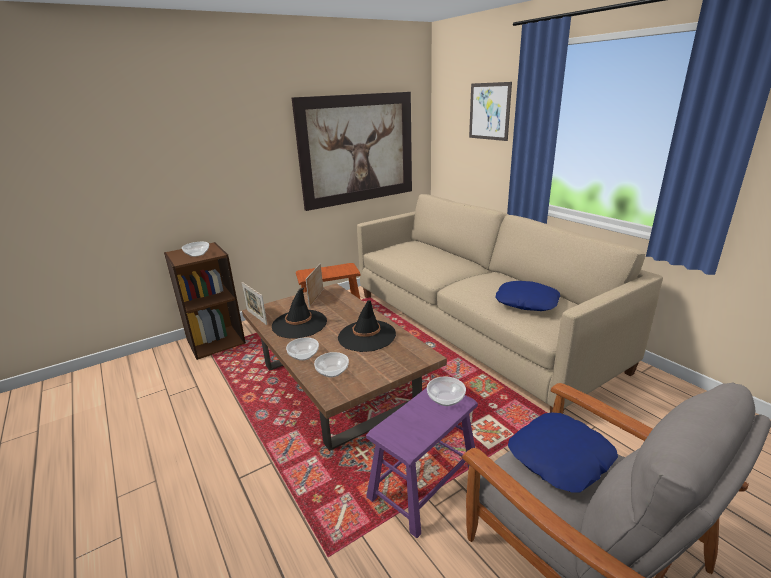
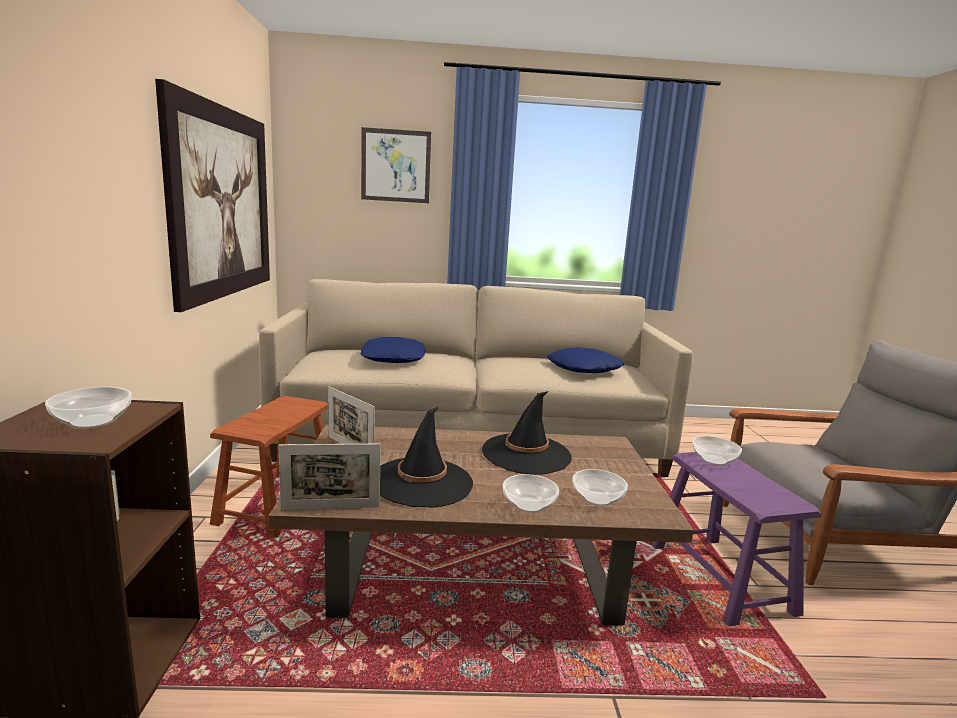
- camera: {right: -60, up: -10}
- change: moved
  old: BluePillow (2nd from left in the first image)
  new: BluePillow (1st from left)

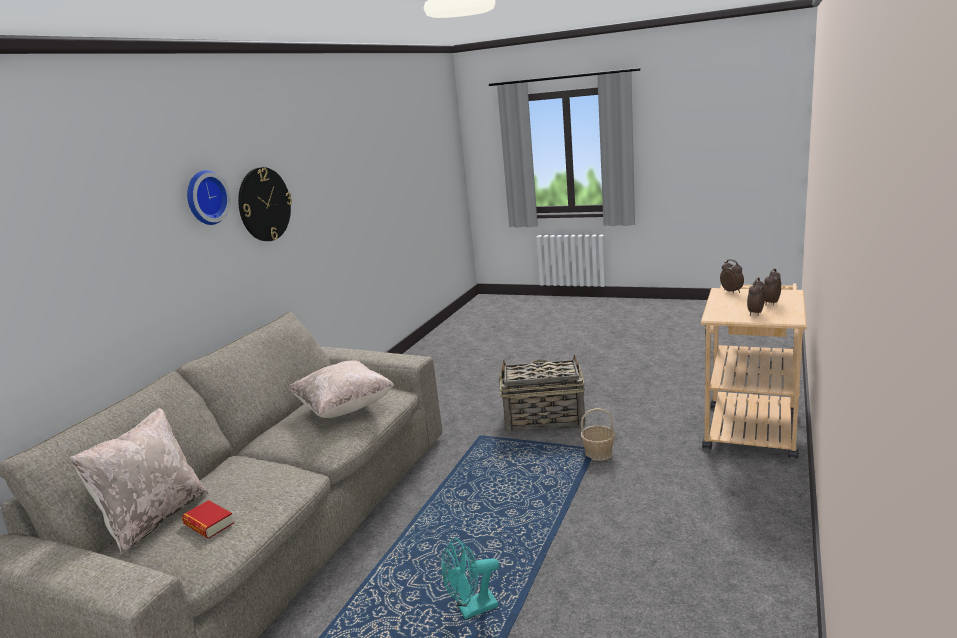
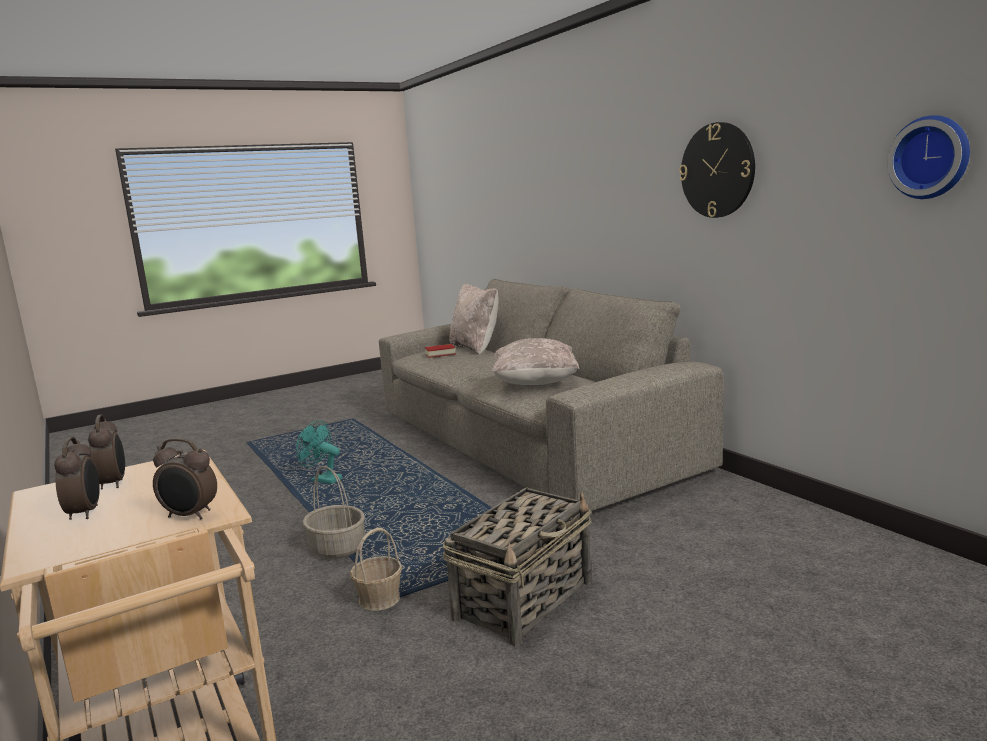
- camera: {right: 125, up: -5}
- change: turned
  old: TurquoiseFan
  degrees: -75
- change: added
  new: Basket (1st from left)
- change: moved
  old: WallClock (1st from left in the first image)
  new: WallClock (2nd from left)

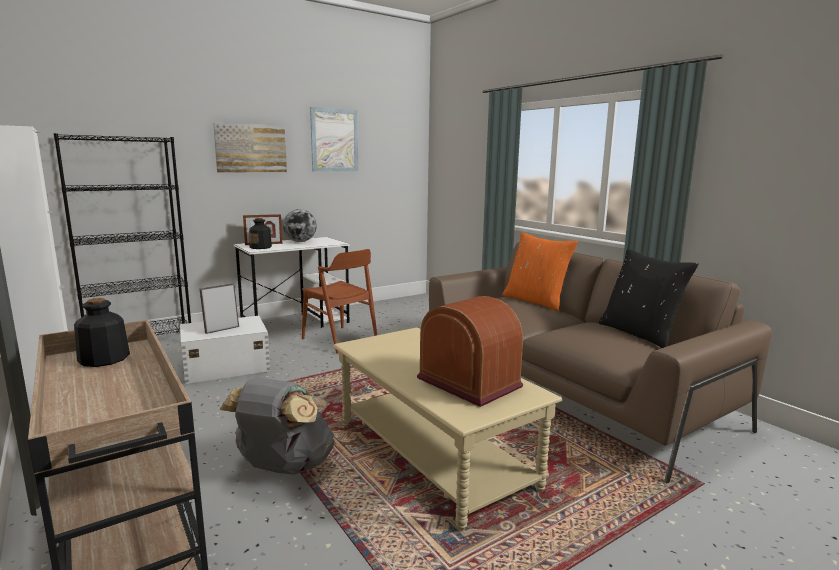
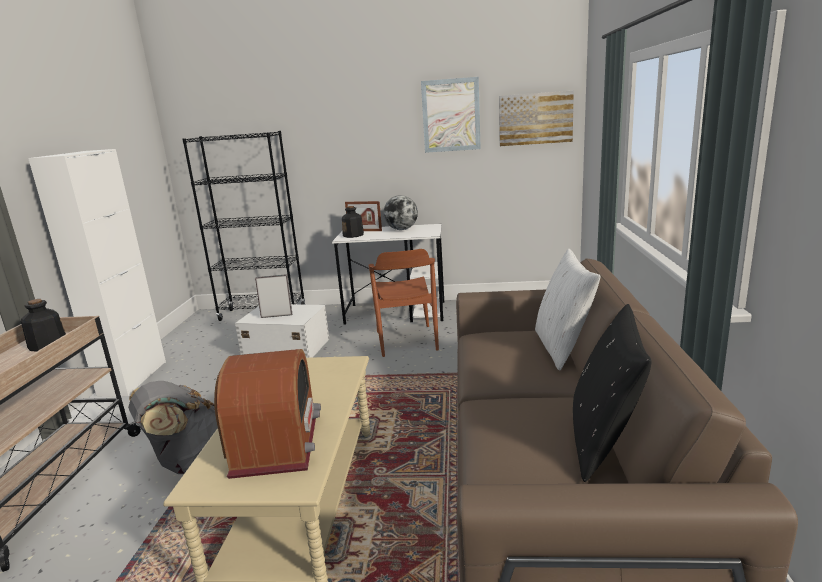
- camera: {right: 40, up: 5}
- change: moved
  old: Picture (1st from left in the first image)
  new: Picture (2nd from left)
- change: recoloured
  old: OrangePillow
  new: WhitePillow

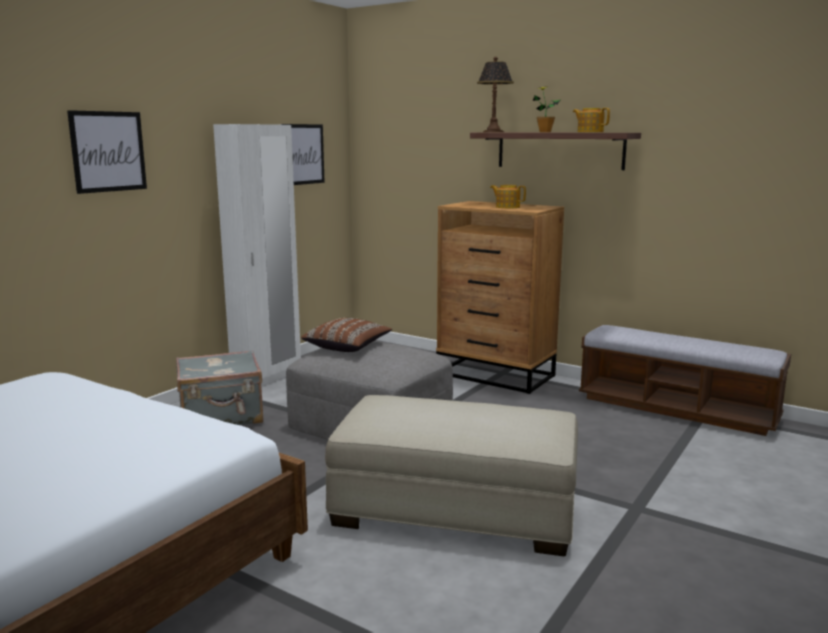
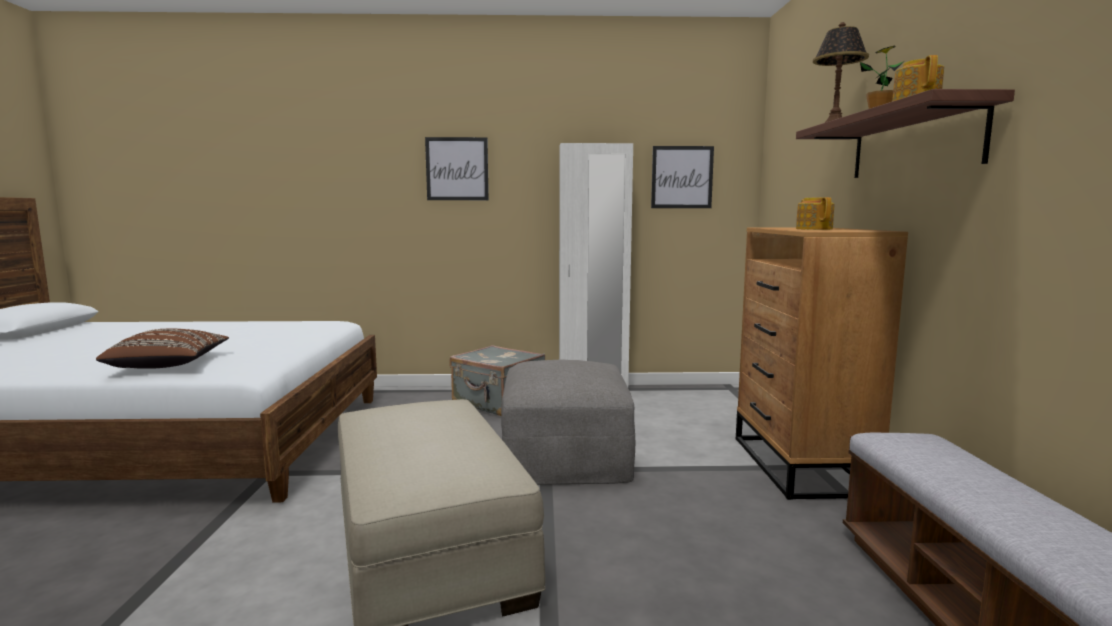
- camera: {right: 55, up: -5}
- change: moved
  old: BrownPillow

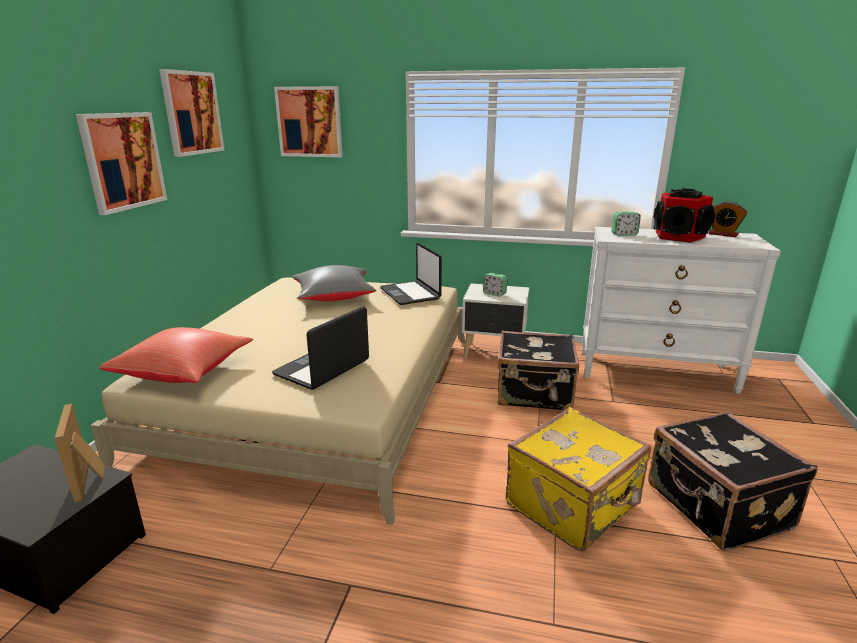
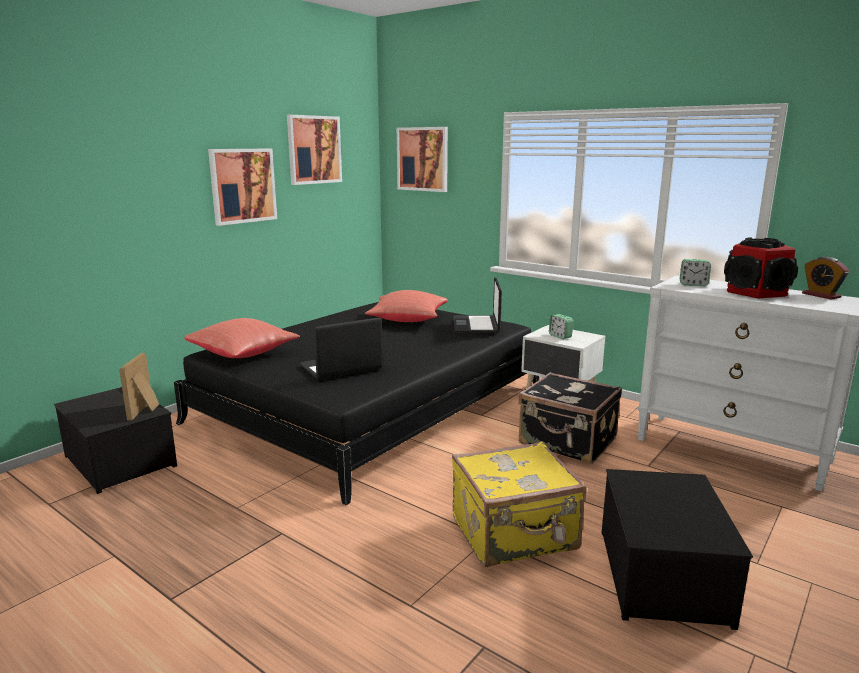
- camera: {right: 25, up: -5}
- change: recoloured
  old: BeigeBed
  new: BlackBed
- change: recoloured
  old: GreyPillow
  new: RedPillow (2nd from left)
- change: replaced
  old: BlackSuitcase (2nd from left)
  new: StorageBox (2nd from left)

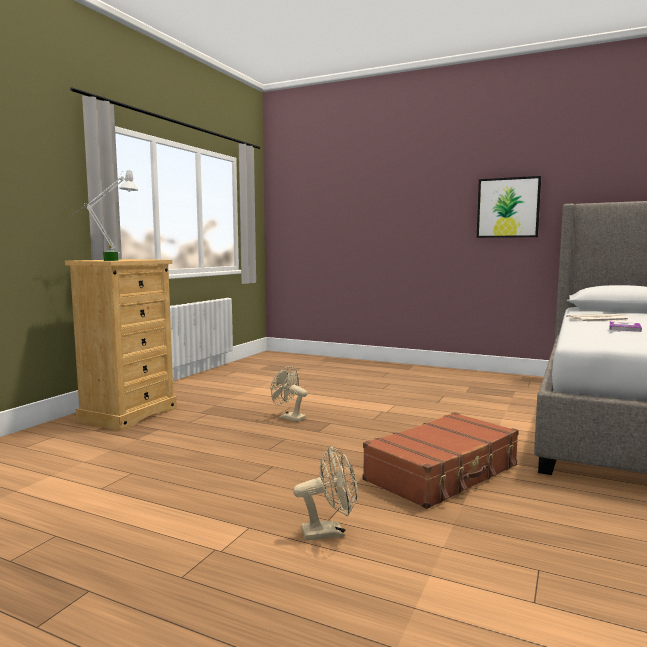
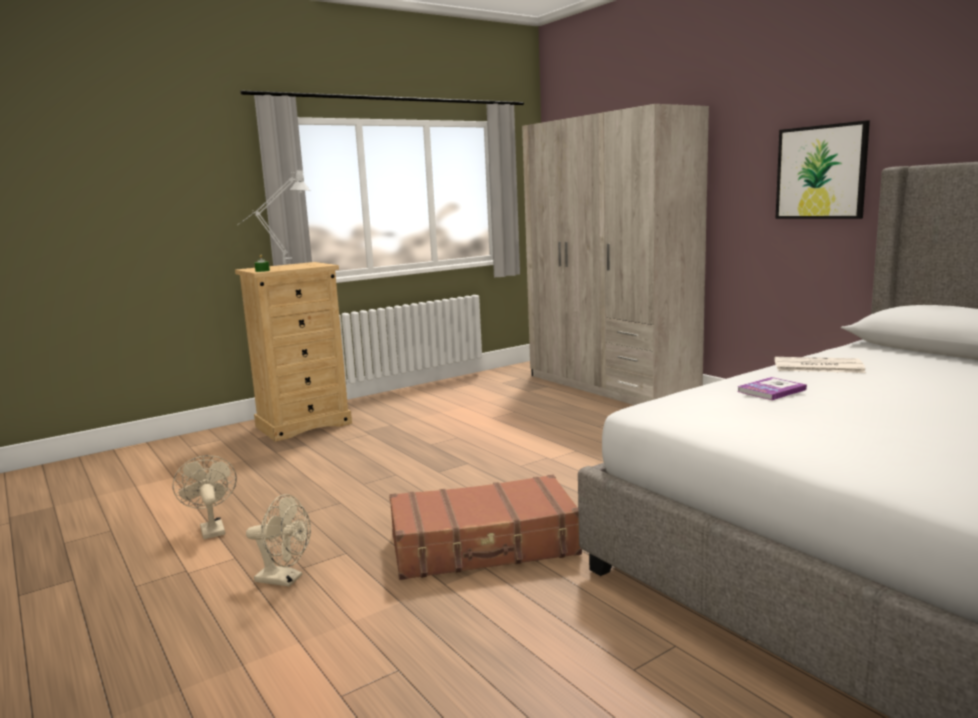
- camera: {right: 30, up: 5}
- change: moved
  old: BeigeFan (1st from left)
- change: added
  new: BeigeWardrobe

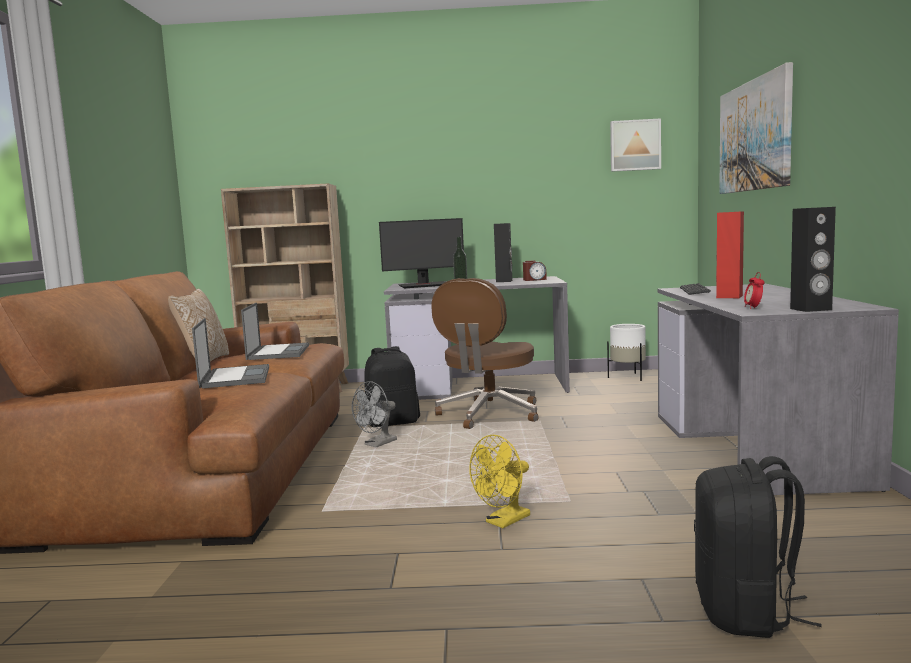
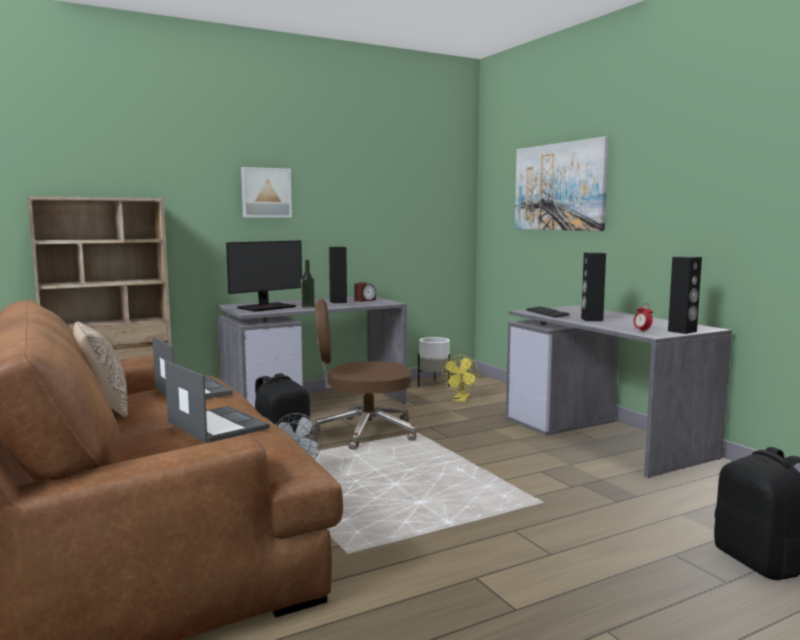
- camera: {right: -30, up: 0}
- change: moved
  old: Picture (1st from left)
- change: turned
  old: BrownOfficeChair
  degrees: 90
- change: moved
  old: YellowFan
- change: recoloured
  old: RedSpeaker
  new: BlackSpeaker (2nd from left)

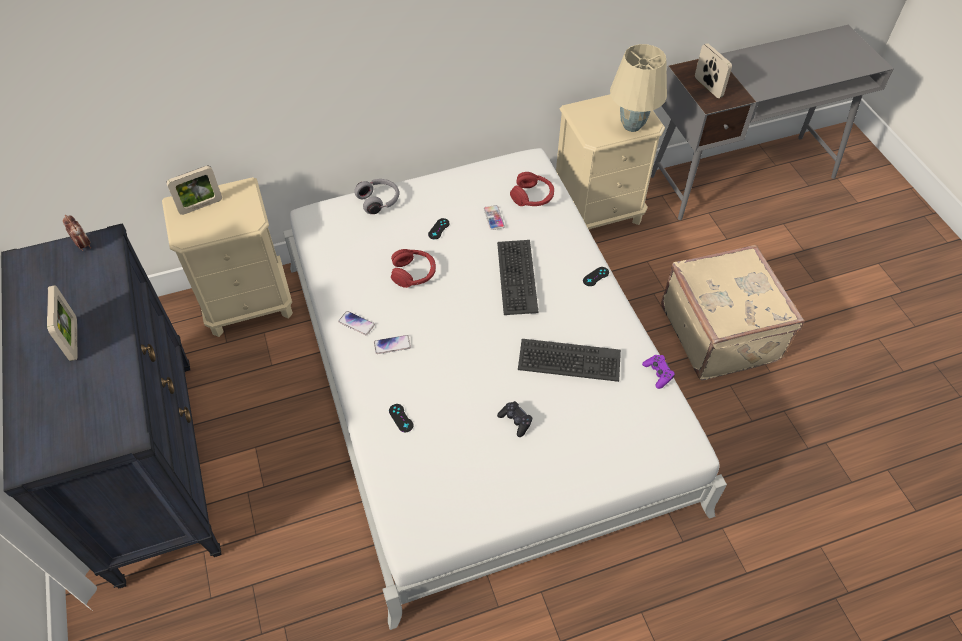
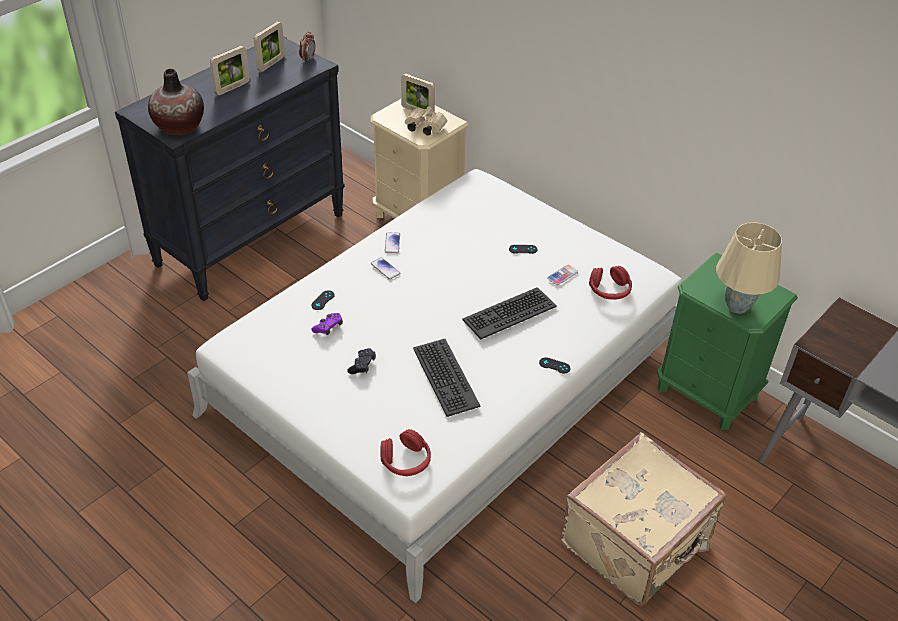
- camera: {right: 60, up: -10}
- change: added
  new: Vase
- change: moved
  old: PictureFrame (3rd from left in the first image)
  new: PictureFrame (2nd from left)
- change: moved
  old: PurpleGameController
- change: moved
  old: RedHeadphones (1st from left)
- change: added
  new: BeigeBinoculars
- change: recoloured
  old: BeigeNightstand (2nd from left)
  new: GreenNightstand
- change: removed
  old: GreyHeadphones

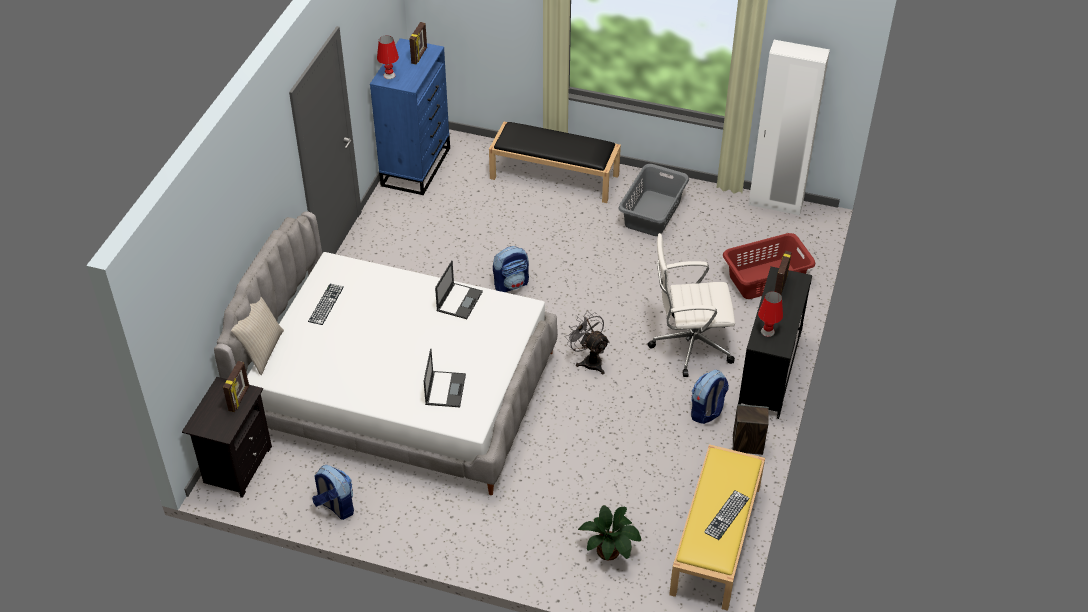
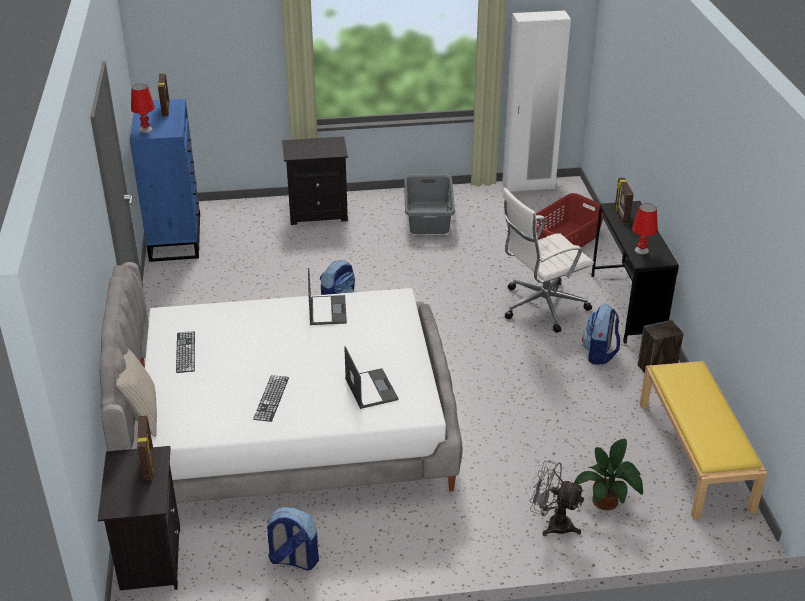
- camera: {right: -25, up: -10}
- change: moved
  old: Keyboard (2nd from left)
- change: replaced
  old: BlackBench
  new: BlackNightstand (2nd from left)
- change: moved
  old: GreyFan

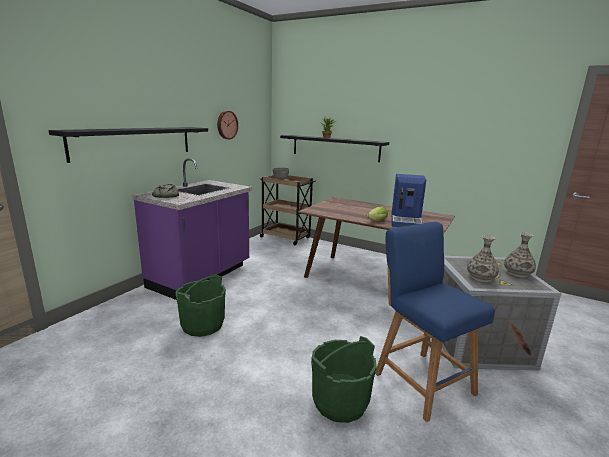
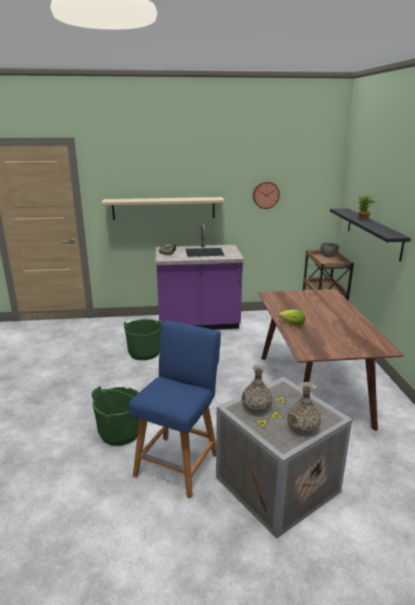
- camera: {right: 55, up: 5}
- change: recoloured
  old: BlackShelf (1st from left)
  new: BeigeShelf
- change: removed
  old: CoffeeMachine

